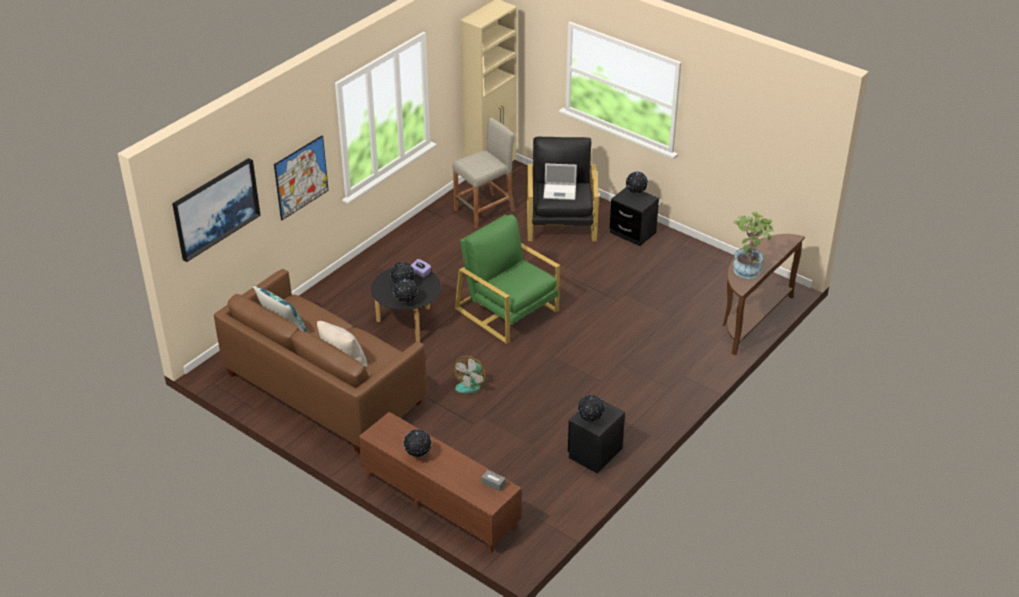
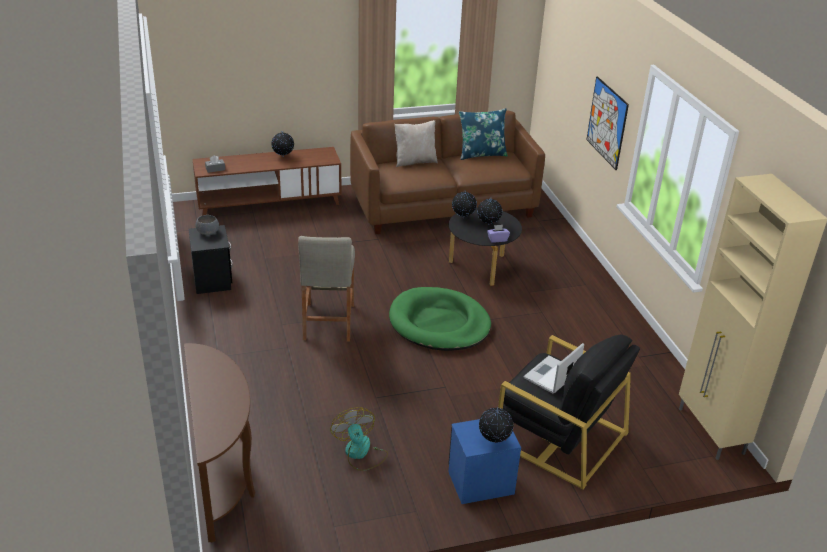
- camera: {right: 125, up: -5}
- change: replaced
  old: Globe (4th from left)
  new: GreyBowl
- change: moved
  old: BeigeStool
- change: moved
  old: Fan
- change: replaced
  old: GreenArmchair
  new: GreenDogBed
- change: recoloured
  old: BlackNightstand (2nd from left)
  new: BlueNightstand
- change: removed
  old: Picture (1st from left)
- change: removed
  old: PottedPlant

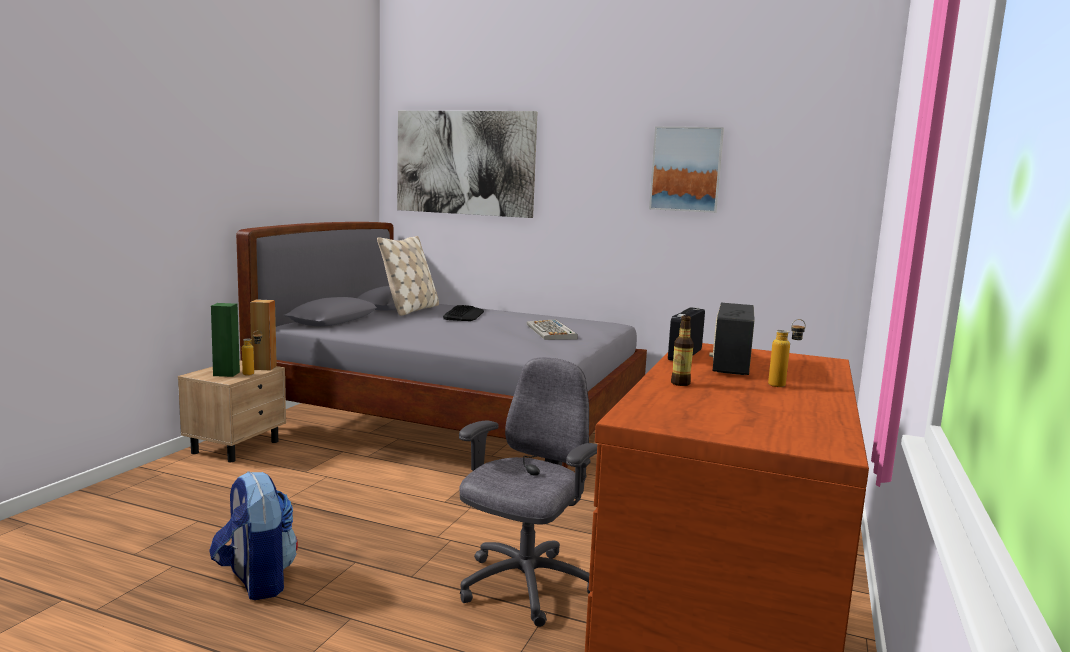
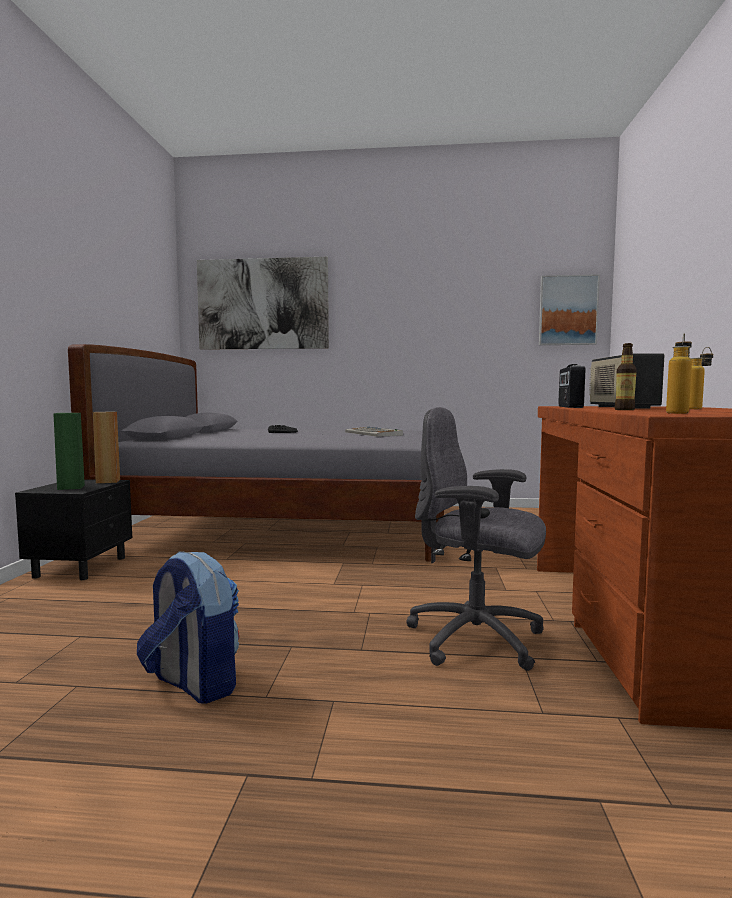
- camera: {right: -15, up: -5}
- change: recoloured
  old: BeigeNightstand
  new: BlackNightstand
- change: turned
  old: GreyOfficeChair
  degrees: -75
- change: moved
  old: Picture (2nd from left)
- change: moved
  old: Bottle (1st from left in the first image)
  new: Bottle (2nd from left)
- change: removed
  old: BeigePillow

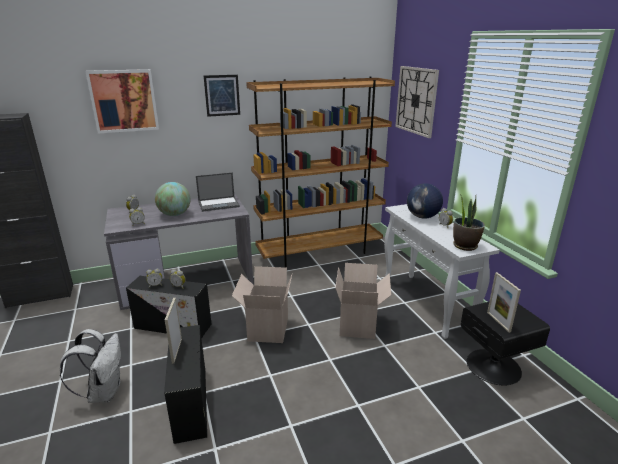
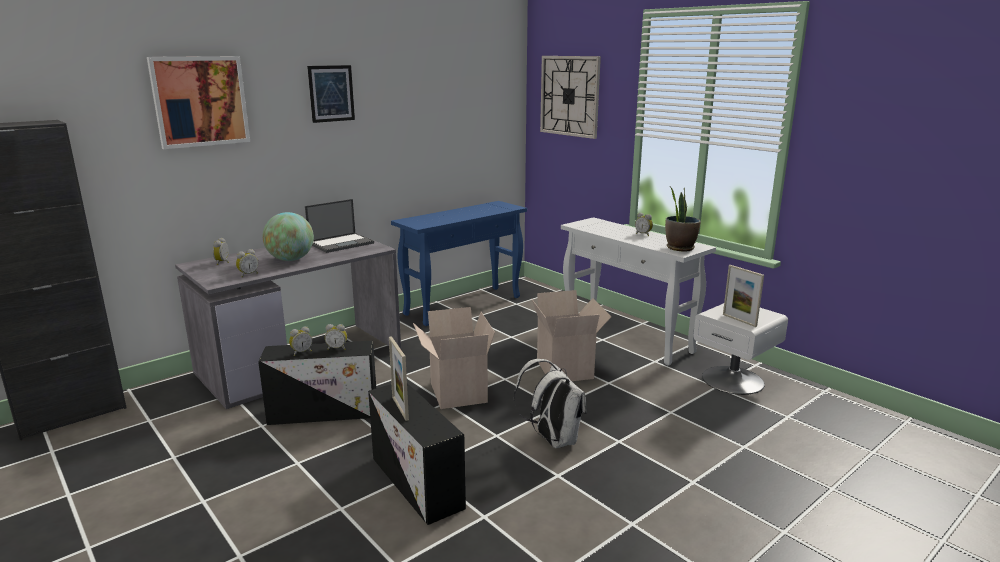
- camera: {right: -20, up: -5}
- change: replaced
  old: BrownBookcase
  new: BlueConsoleTable
- change: moved
  old: WhiteBackpack
- change: recoloured
  old: BlackNightstand
  new: WhiteNightstand
- change: removed
  old: Globe (2nd from left)

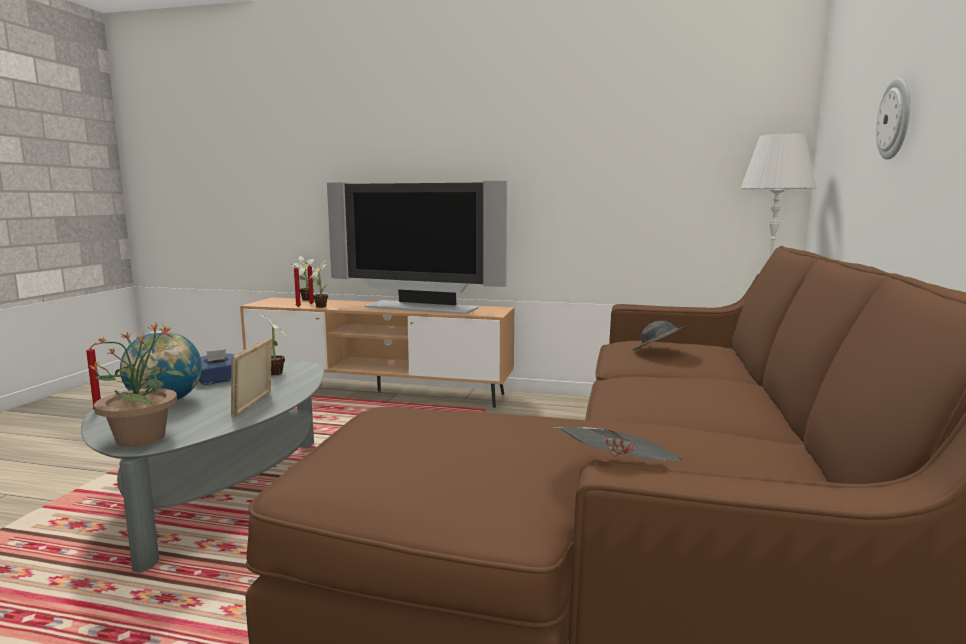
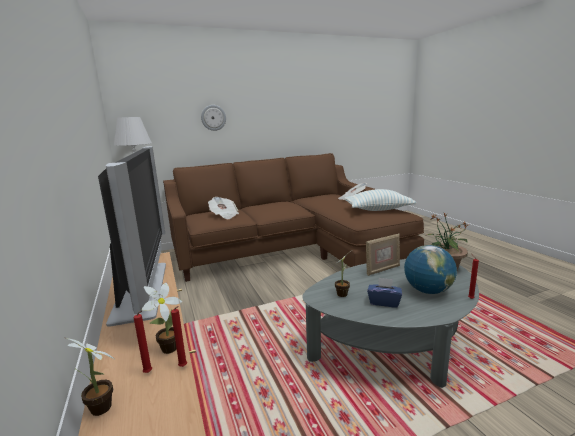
- camera: {right: -125, up: 5}
- change: replaced
  old: GreyHat
  new: Newspaper (1st from left)
- change: added
  new: Pillow

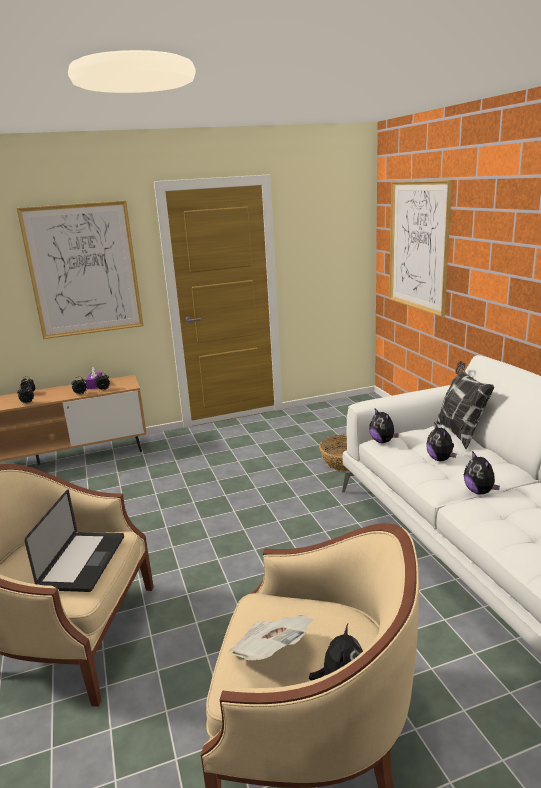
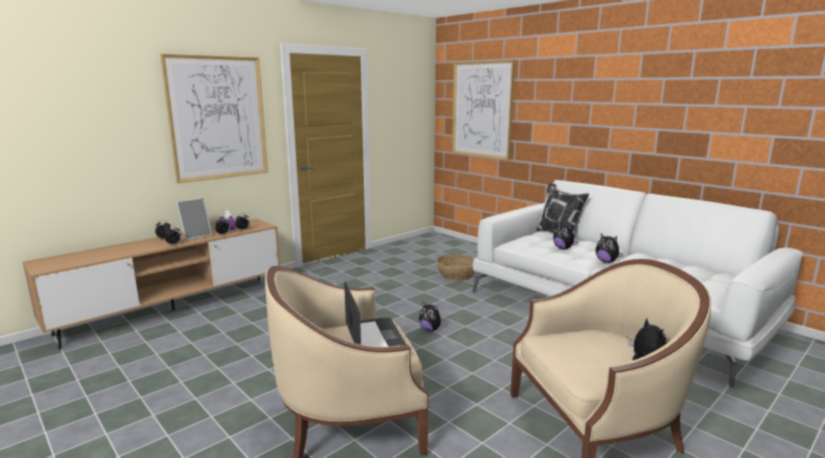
- camera: {right: -25, up: -5}
- change: added
  new: PictureFrame
- change: moved
  old: PlushToy (2nd from left in the first image)
  new: PlushToy (1st from left)
- change: removed
  old: Newspaper

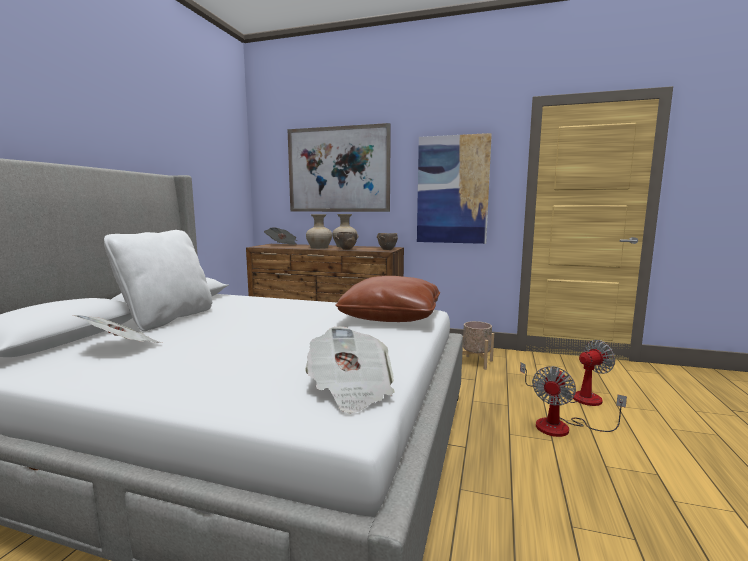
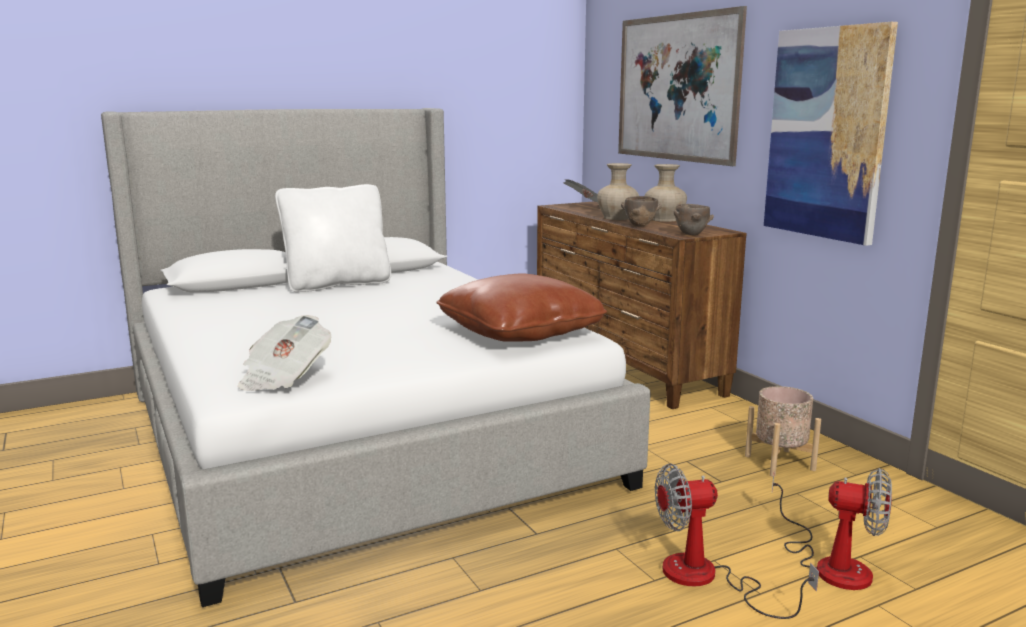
- camera: {right: 45, up: 5}
- change: removed
  old: Newspaper (1st from left)

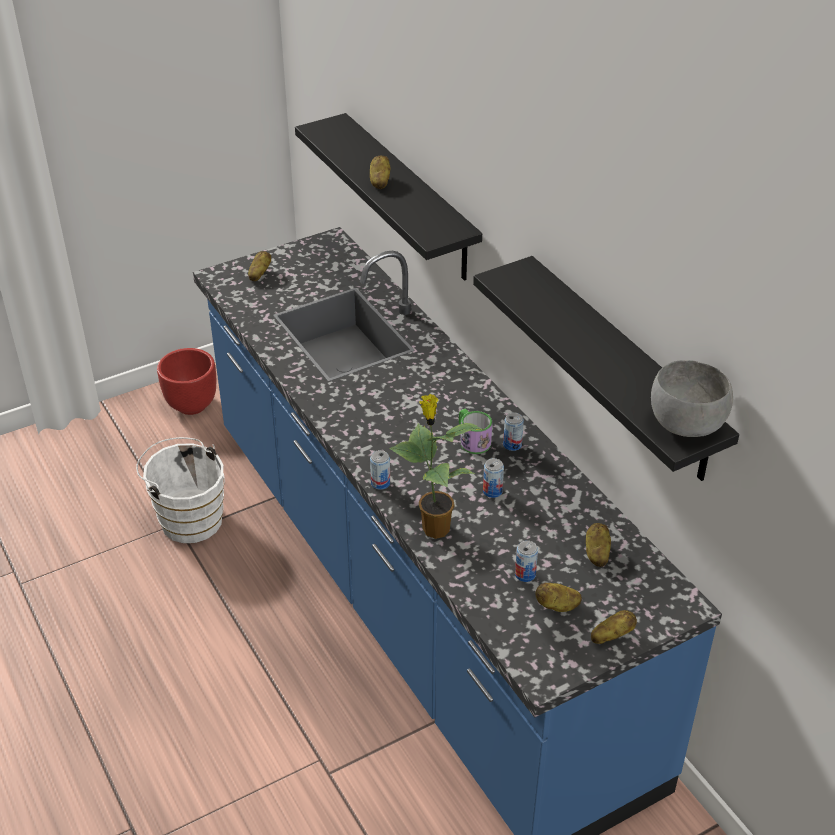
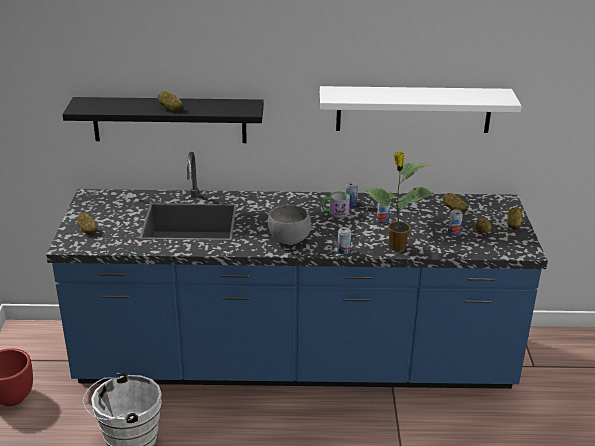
- camera: {right: -60, up: -10}
- change: moved
  old: GreyBowl
- change: recoloured
  old: BlackShelf (2nd from left)
  new: WhiteShelf

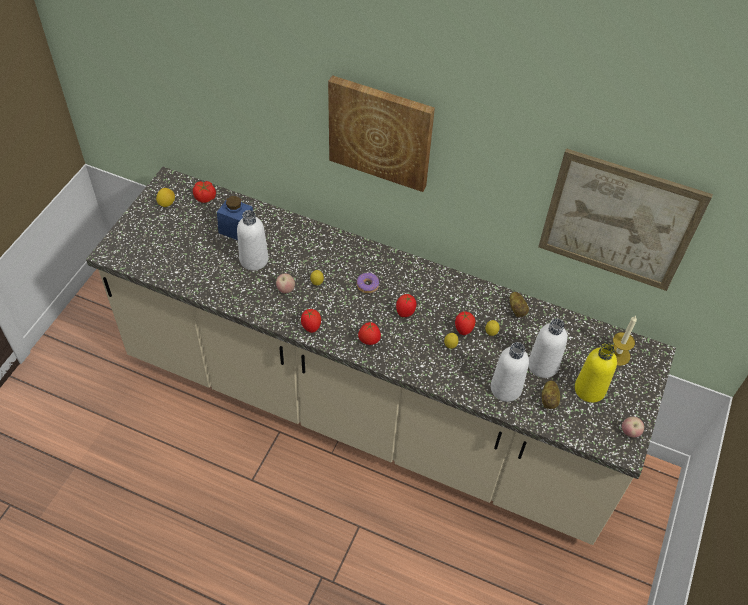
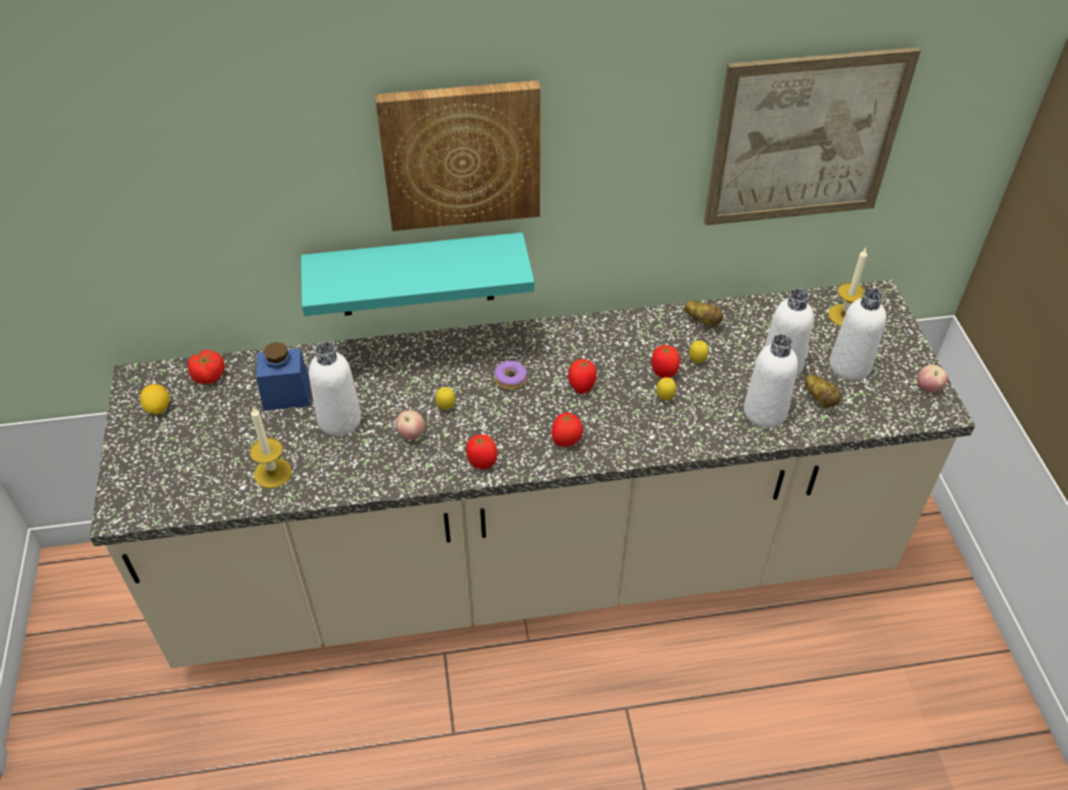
- camera: {right: -30, up: -5}
- change: added
  new: Candle (1st from left)
- change: added
  new: TurquoiseShelf
- change: recoloured
  old: YellowBottle
  new: WhiteBottle (4th from left)

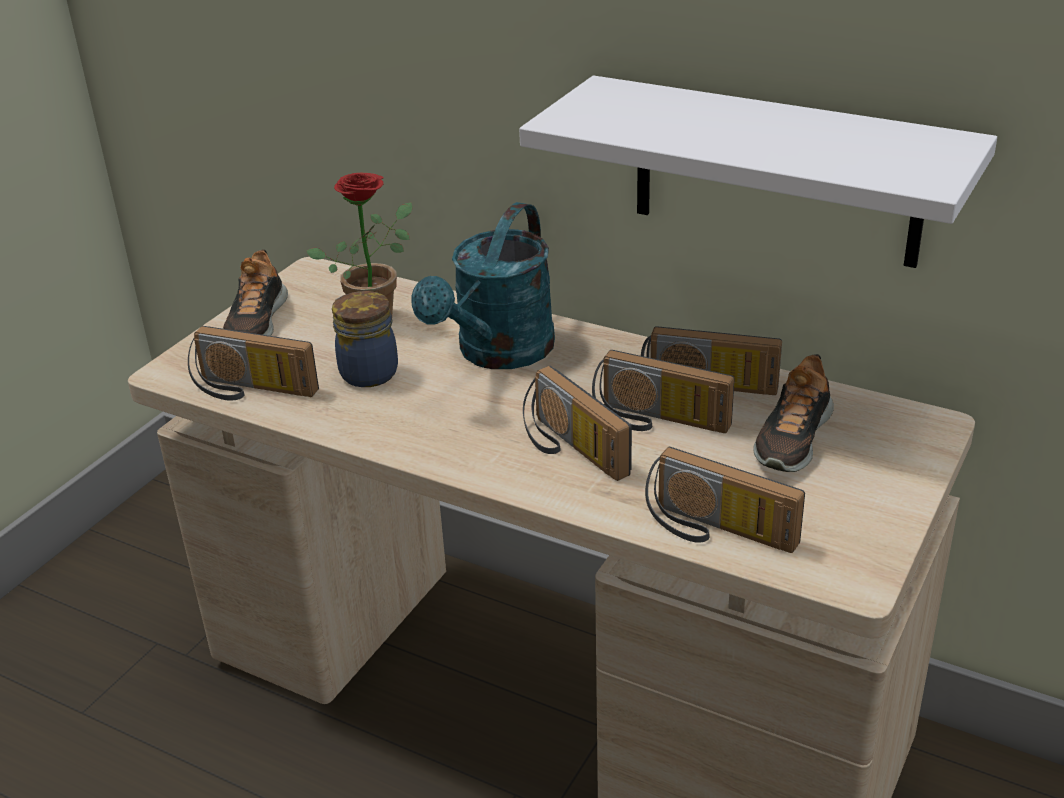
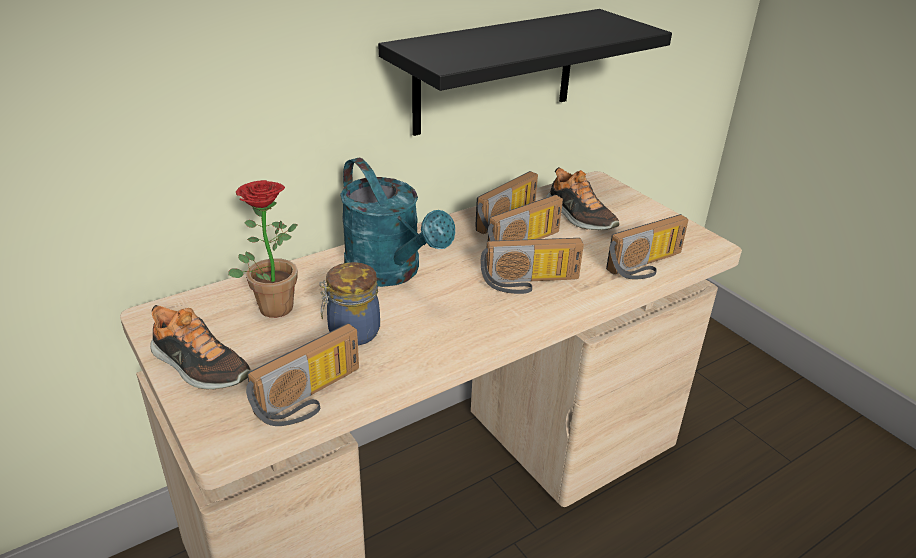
- camera: {right: -65, up: 0}
- change: recoloured
  old: WhiteShelf
  new: BlackShelf

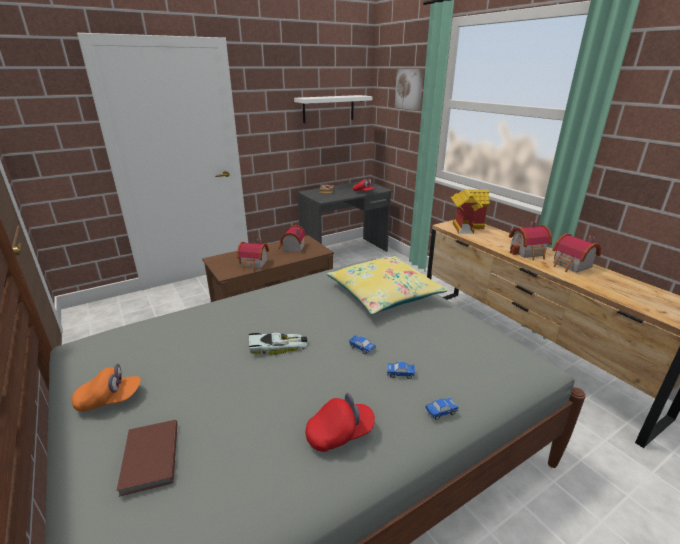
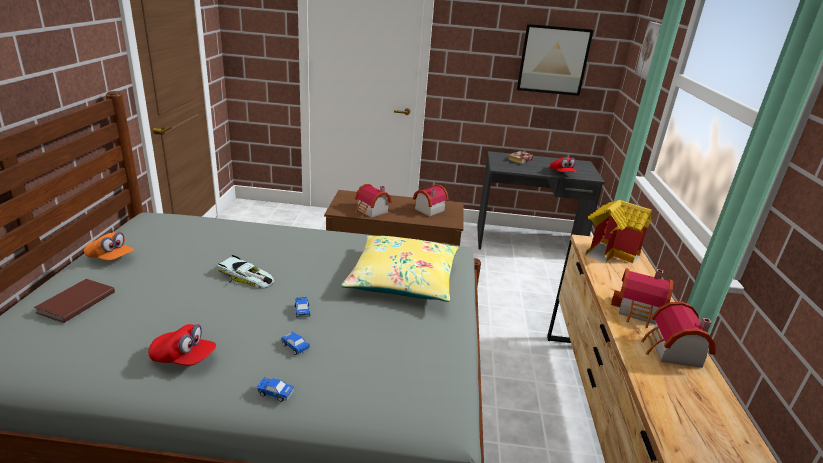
- camera: {right: 35, up: 0}
- change: replaced
  old: WhiteShelf
  new: Picture (1st from left)

